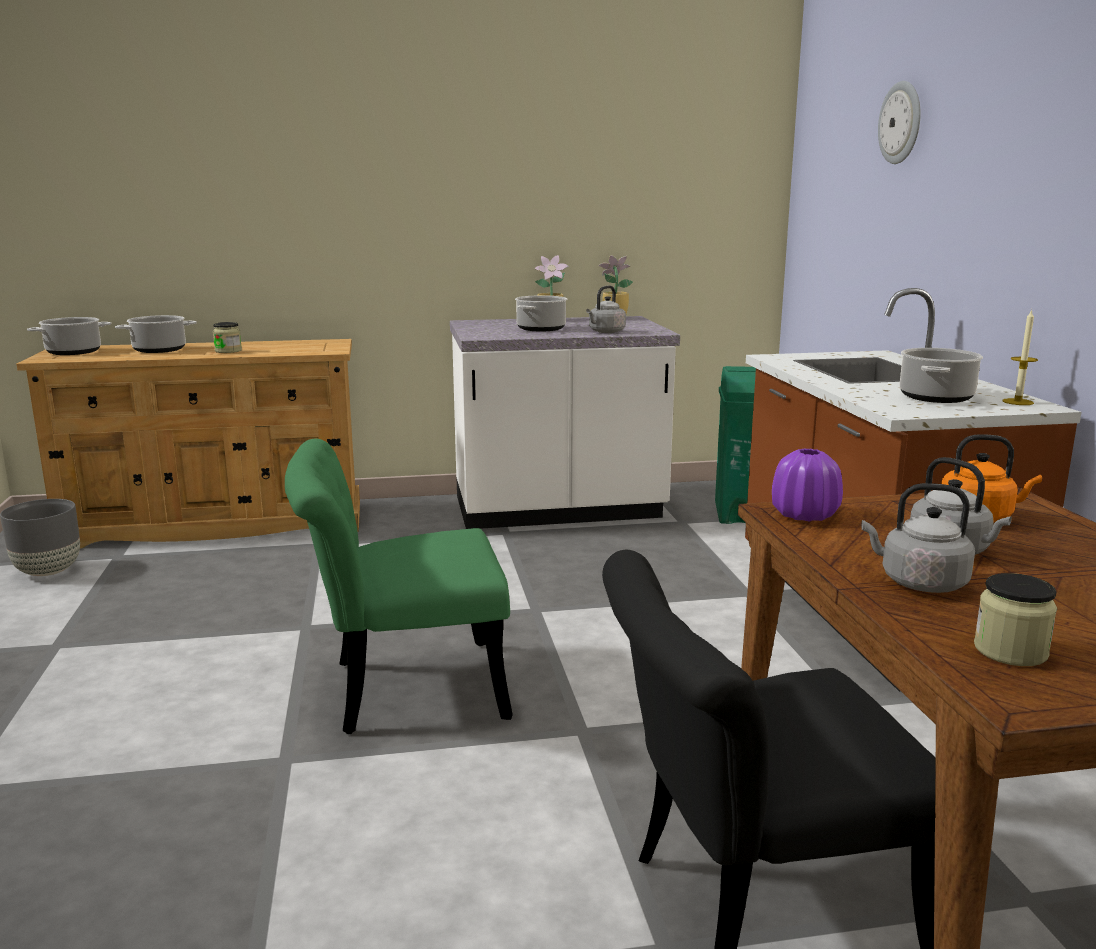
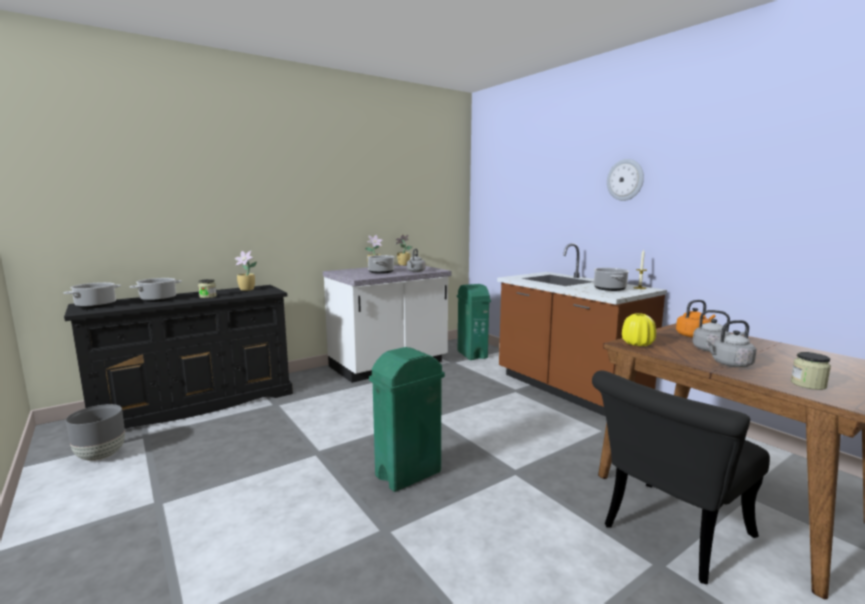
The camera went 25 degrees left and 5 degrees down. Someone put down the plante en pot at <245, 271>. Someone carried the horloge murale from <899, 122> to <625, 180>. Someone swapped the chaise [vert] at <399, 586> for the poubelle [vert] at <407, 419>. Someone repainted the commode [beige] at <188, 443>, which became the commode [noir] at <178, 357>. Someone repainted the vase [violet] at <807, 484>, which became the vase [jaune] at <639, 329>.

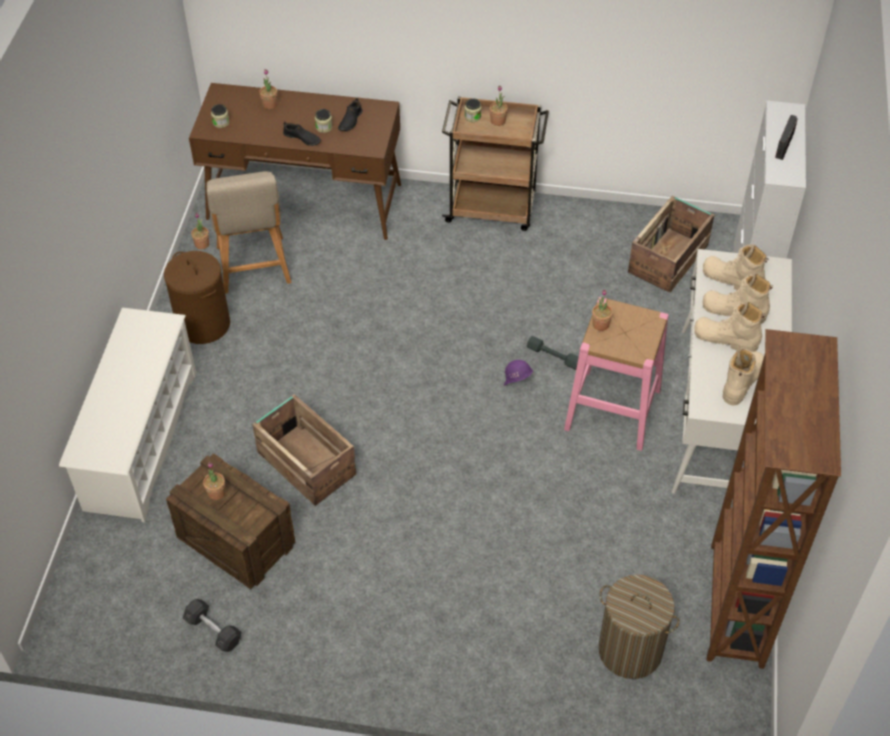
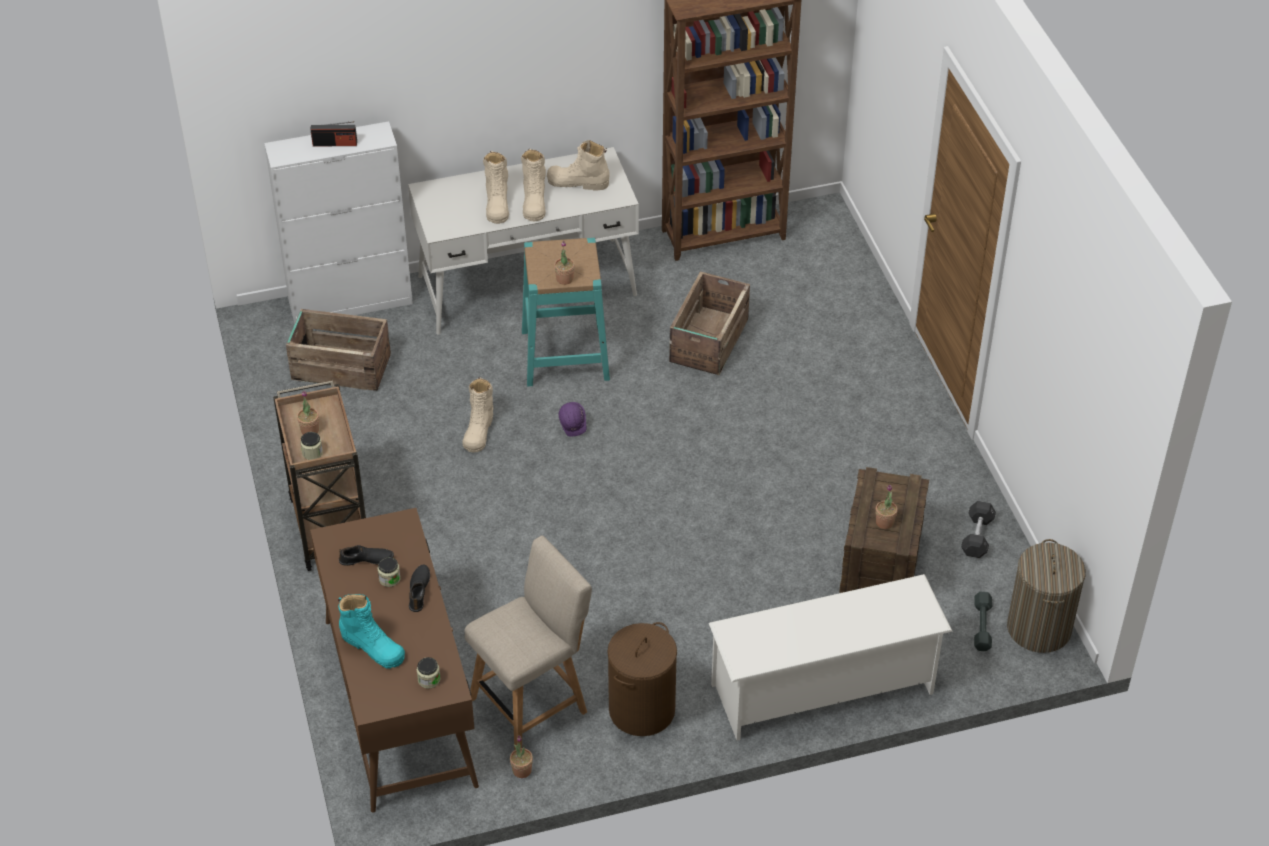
The camera went 115 degrees left and 5 degrees down. Someone carried the caisse from <304, 450> to <709, 323>. Someone carried the haltère [gris] from <553, 353> to <983, 621>. Someone carried the panier à linge from <639, 627> to <1046, 596>. Someone carried the botte [beige] from <735, 267> to <478, 415>. Someone swapped the plante en pot at <268, 89> for the botte [turquoise] at <371, 631>. Someone repainted the tabouret [rose] at <616, 374>, which became the tabouret [turquoise] at <566, 312>.

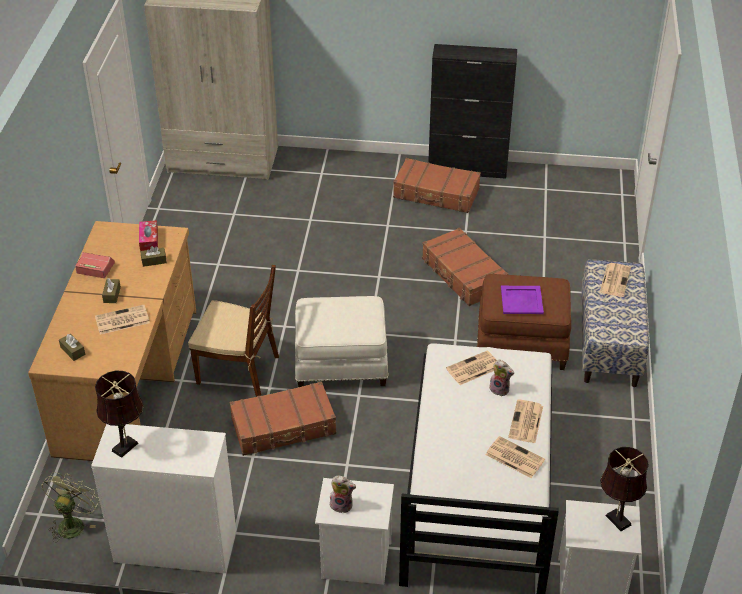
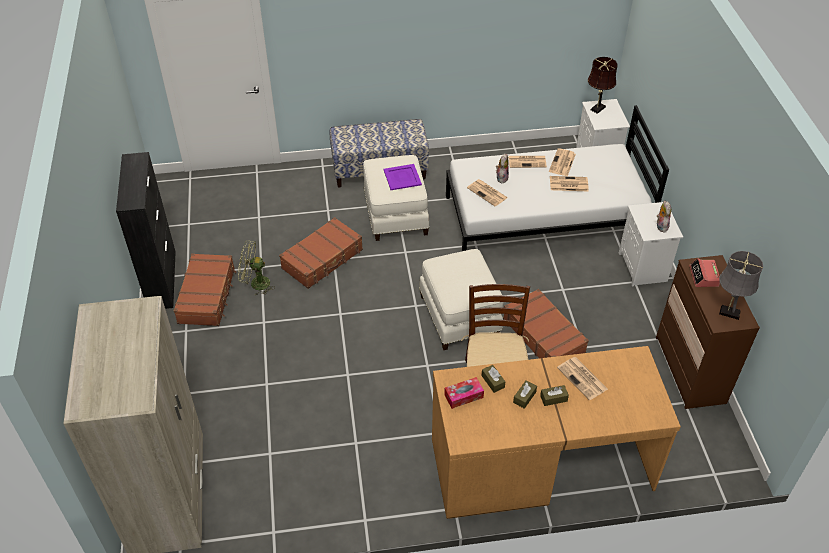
The camera went 105 degrees left and 5 degrees up. Someone carried the ventilateur [vert] from <70, 507> to <256, 268>. Someone carried the boîte à mouchoirs [marron] from <72, 347> to <525, 394>. Someone carried the réveil from <95, 265> to <704, 272>. Someone carried the journal from <615, 280> to <569, 184>. Someone repainted the commode [blanc] at <163, 498>, which became the commode [marron] at <708, 332>. Someone repainted the lampe de table [marron] at <119, 414>, which became the lampe de table [gris] at <741, 285>. Someone repainted the pouf [marron] at <524, 322>, which became the pouf [blanc] at <396, 198>.

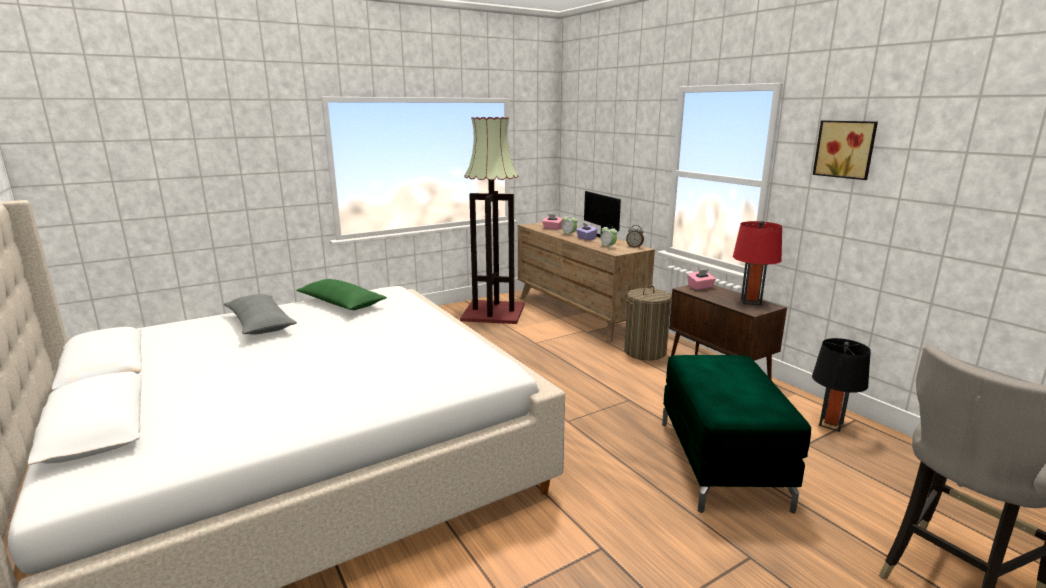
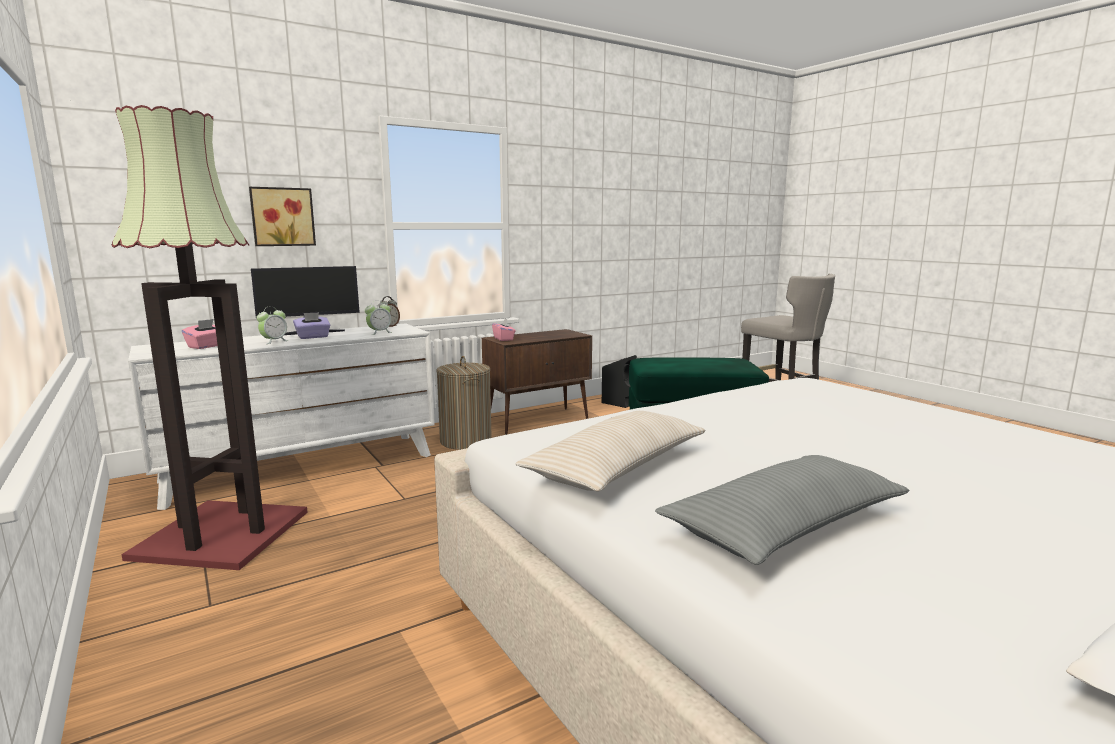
The camera went 90 degrees left and 5 degrees down. Someone took away the lampe de table [rouge] at <757, 263>. Someone carried the tableau from <845, 150> to <282, 216>. Someone swapped the lampe de table [noir] at <841, 385> for the enceinte [noir] at <619, 381>. Someone repainted the coussin [vert] at <341, 294>, which became the coussin [beige] at <610, 451>. Someone repainted the commode [marron] at <586, 282>, which became the commode [blanc] at <281, 416>.

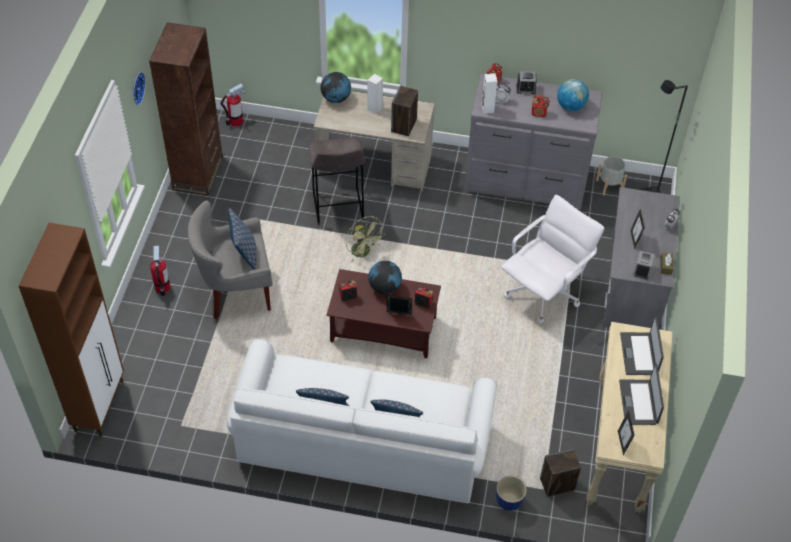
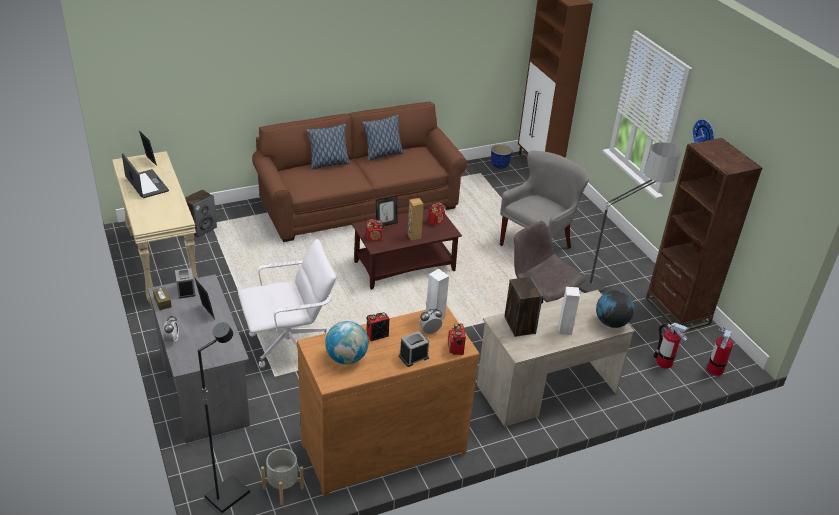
The camera went 145 degrees right and 15 degrees down. Someone took away the coussin at <242, 239>. Someone took away the ventilateur [vert] at <365, 239>. Someone took away the ordinateur portable at <642, 345>. Someone put down the lampadaire at <630, 217>. Someone carried the extincteur from <160, 271> to <671, 345>. Someone carried the cache-pot from <511, 493> to <501, 156>. Someone swapped the globe at <385, 277> for the enceinte [marron] at <415, 219>. Someone repainted the canapé [blanc] at <361, 420>, which became the canapé [marron] at <360, 172>. Someone repainted the commode [gris] at <533, 142>, which became the commode [marron] at <388, 401>. Someone rotated the chaise de bureau [blanc] at <552, 259> by 120 degrees counterclockwise.

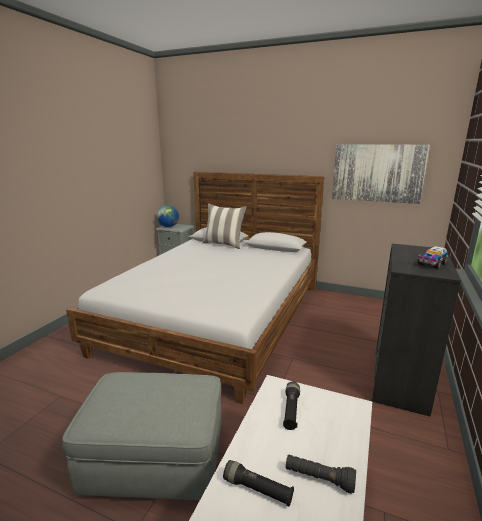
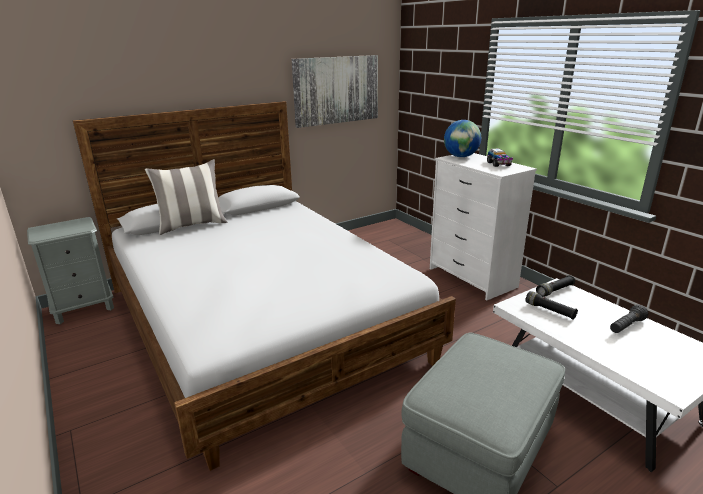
The camera went 55 degrees left and 5 degrees up. Someone carried the globe from <168, 216> to <462, 138>. Someone carried the lampe de poche [noir] from <258, 483> to <555, 286>. Someone repainted the commode [noir] at <416, 330>, which became the commode [blanc] at <483, 227>.

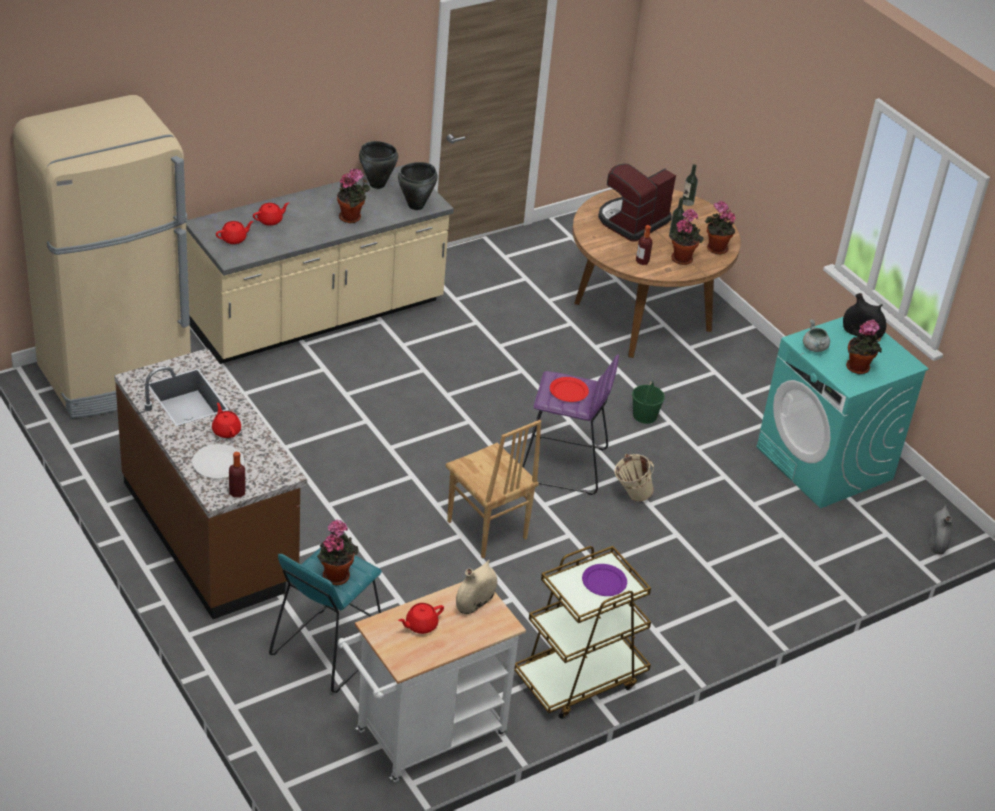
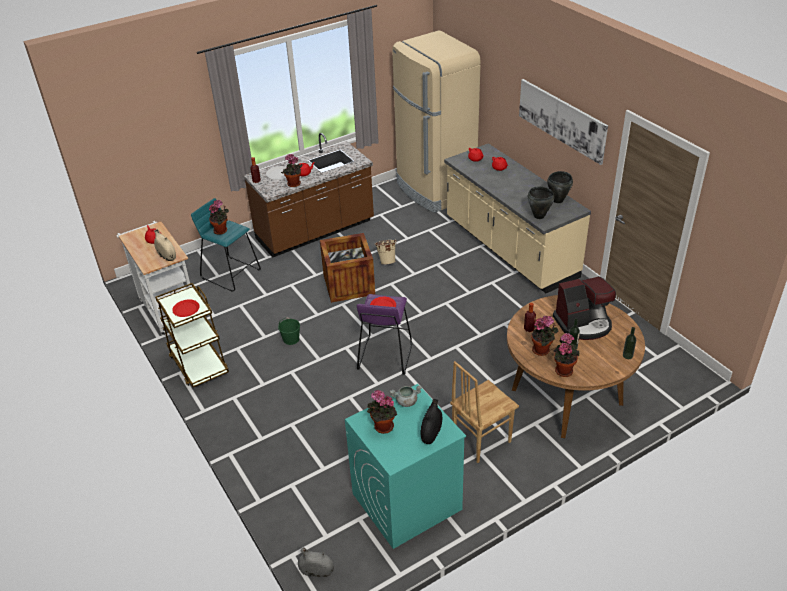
The camera went 95 degrees right and 0 degrees up. Someone put down the caisse at <347, 268>. Someone put up the tableau at <563, 122>. Someone carried the plante en pot from <353, 196> to <292, 170>. Someone carried the chaise [marron] from <493, 489> to <484, 412>. Someone carried the seau [beige] from <634, 478> to <386, 252>. Someone carried the seau [vert] from <648, 402> to <289, 331>. Someone repainted the assiette [violet] at <604, 580>, which became the assiette [rouge] at <186, 308>. Someone rotated the machine à café at <637, 203> by 120 degrees clockwise.

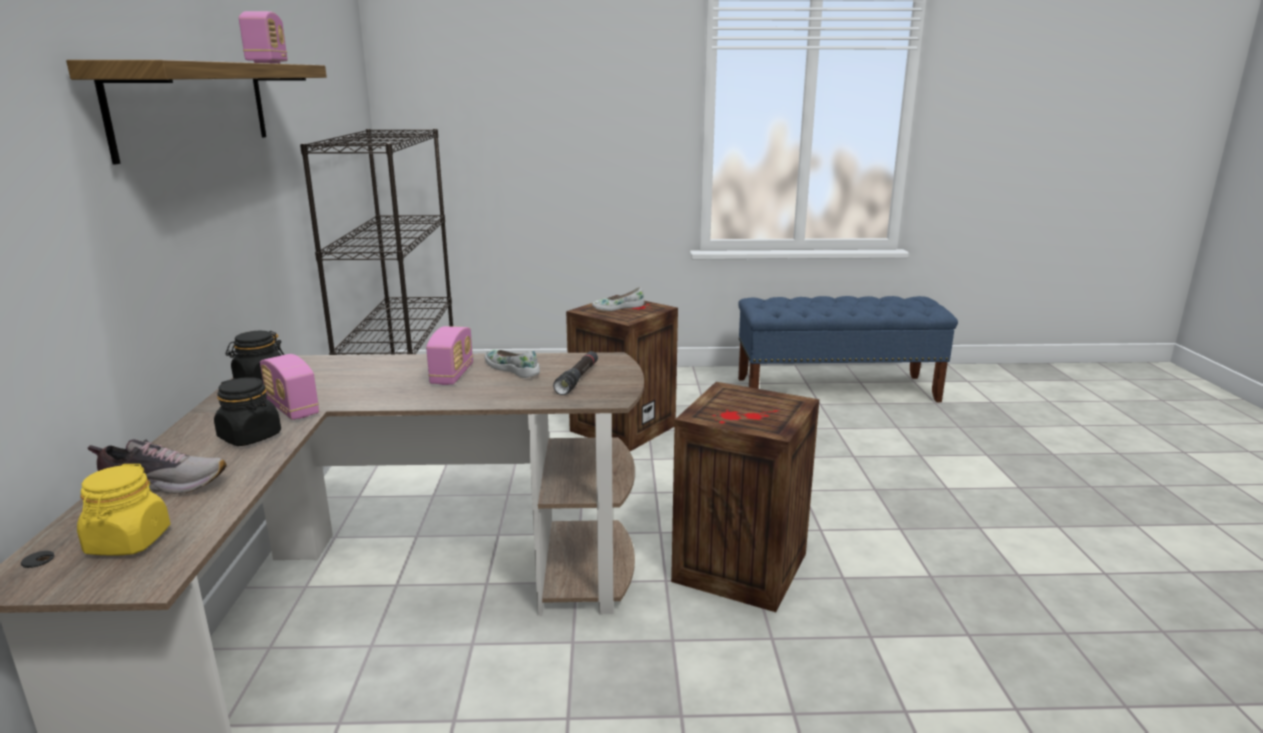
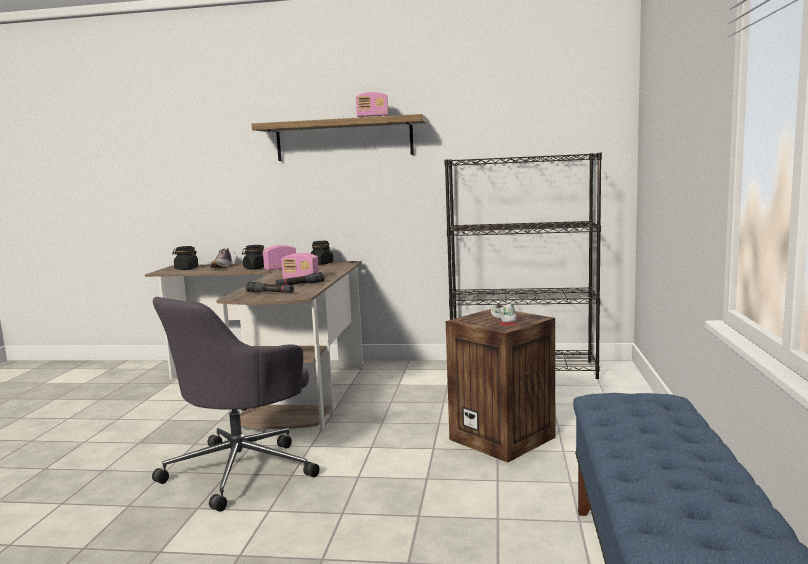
The camera went 100 degrees right and 10 degrees down. Someone swapped the chaussure [blanc] at <512, 364> for the lampe de poche [noir] at <300, 278>. Someone swapped the caisse at <745, 497> for the chaise de bureau [gris] at <236, 404>. Someone repainted the bocal [jaune] at <123, 510>, which became the bocal [noir] at <185, 258>.

